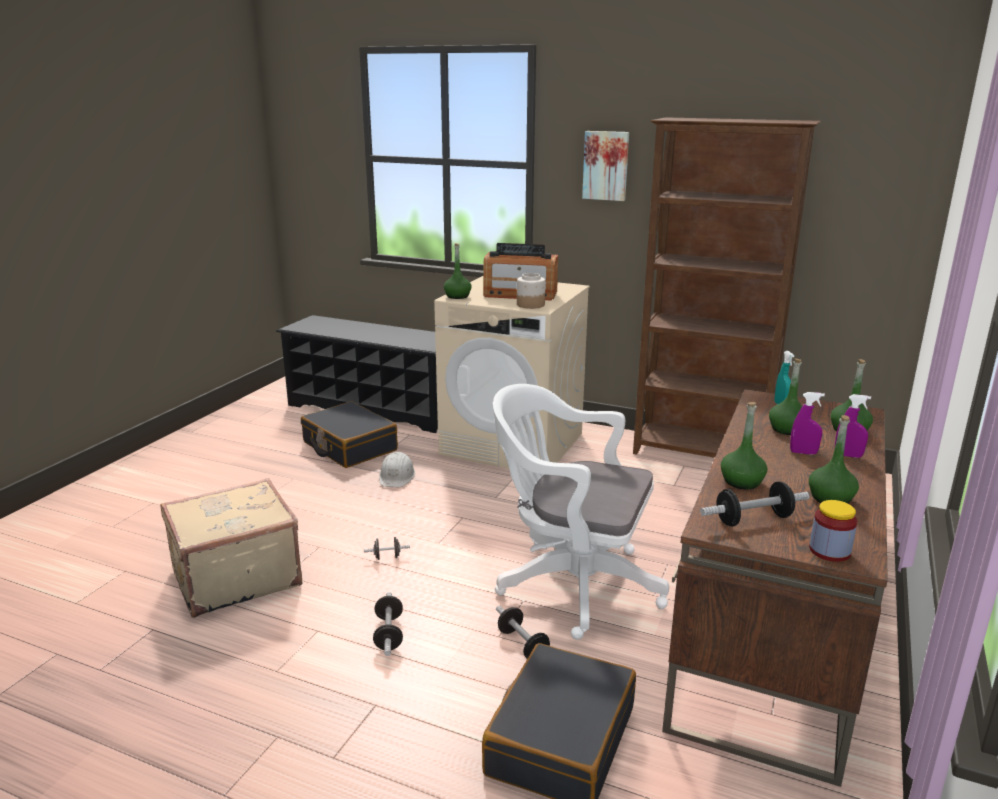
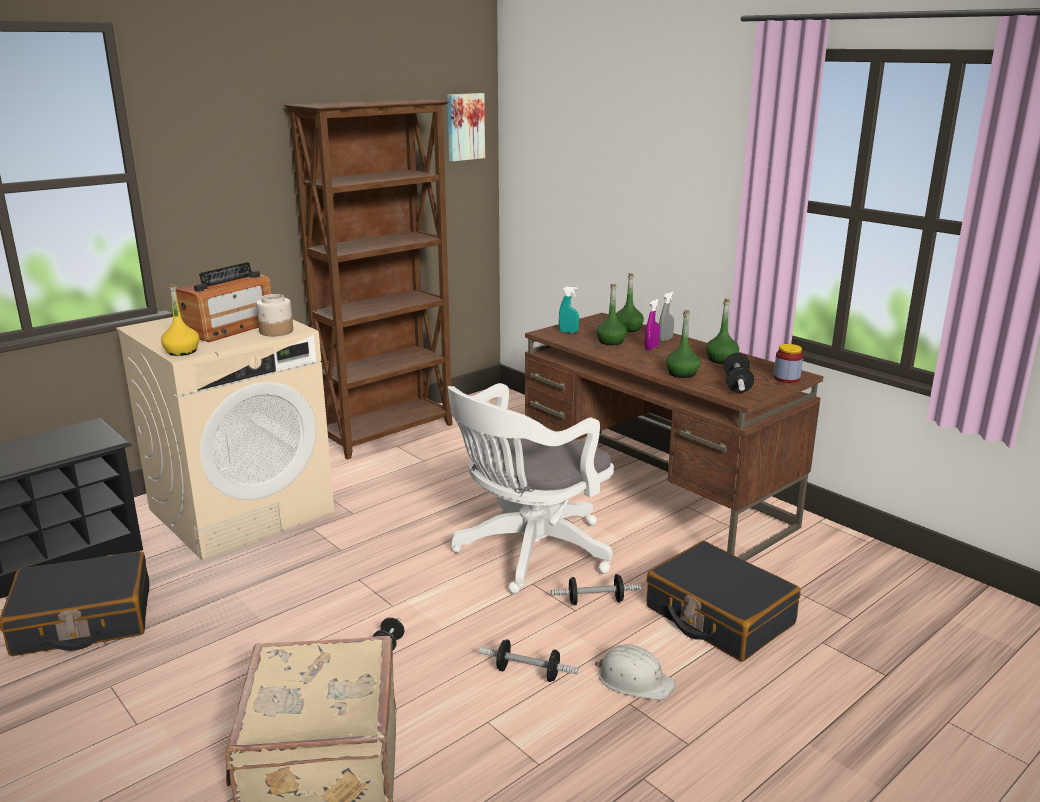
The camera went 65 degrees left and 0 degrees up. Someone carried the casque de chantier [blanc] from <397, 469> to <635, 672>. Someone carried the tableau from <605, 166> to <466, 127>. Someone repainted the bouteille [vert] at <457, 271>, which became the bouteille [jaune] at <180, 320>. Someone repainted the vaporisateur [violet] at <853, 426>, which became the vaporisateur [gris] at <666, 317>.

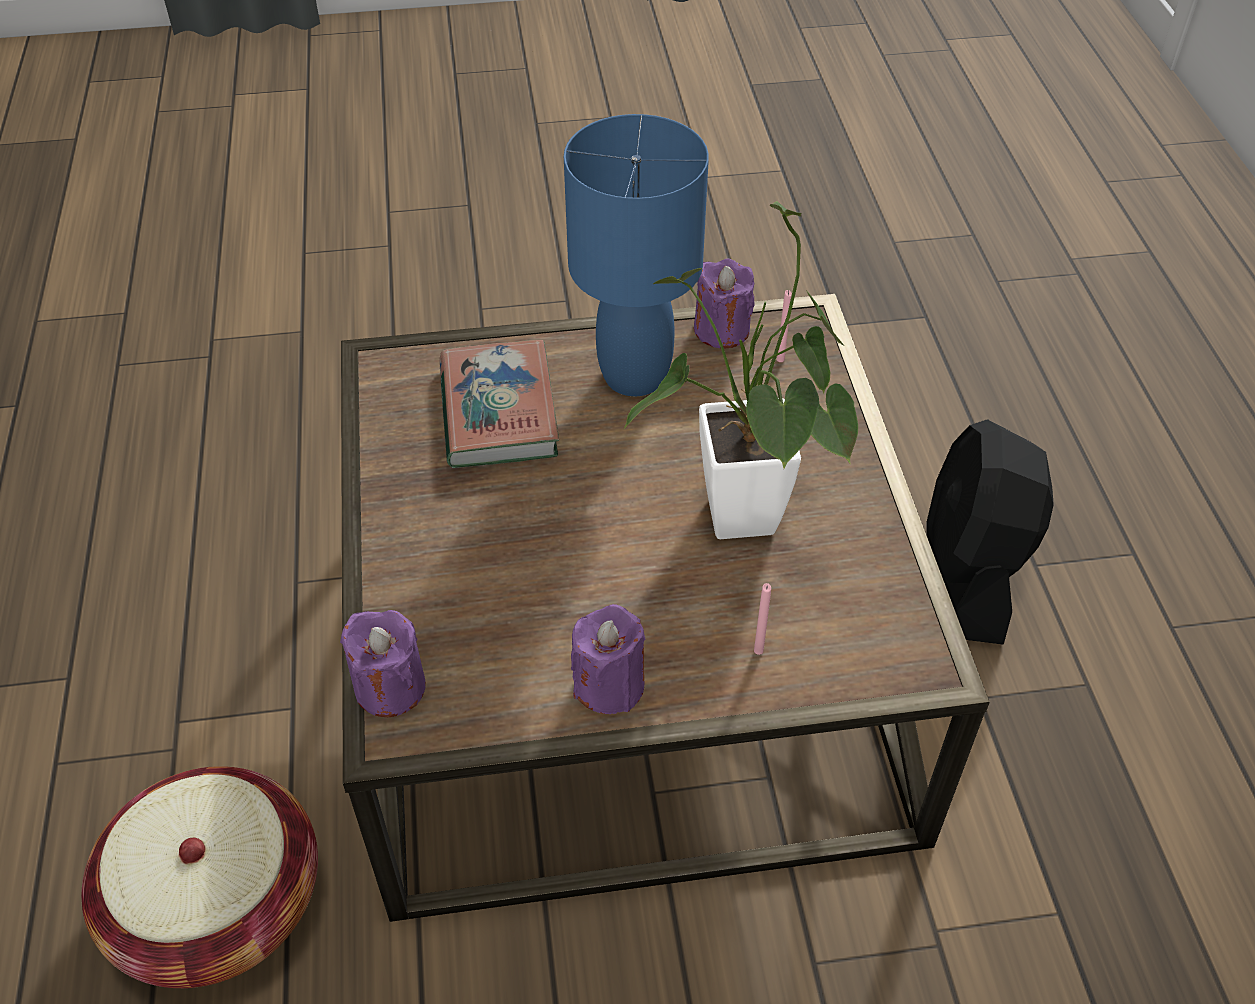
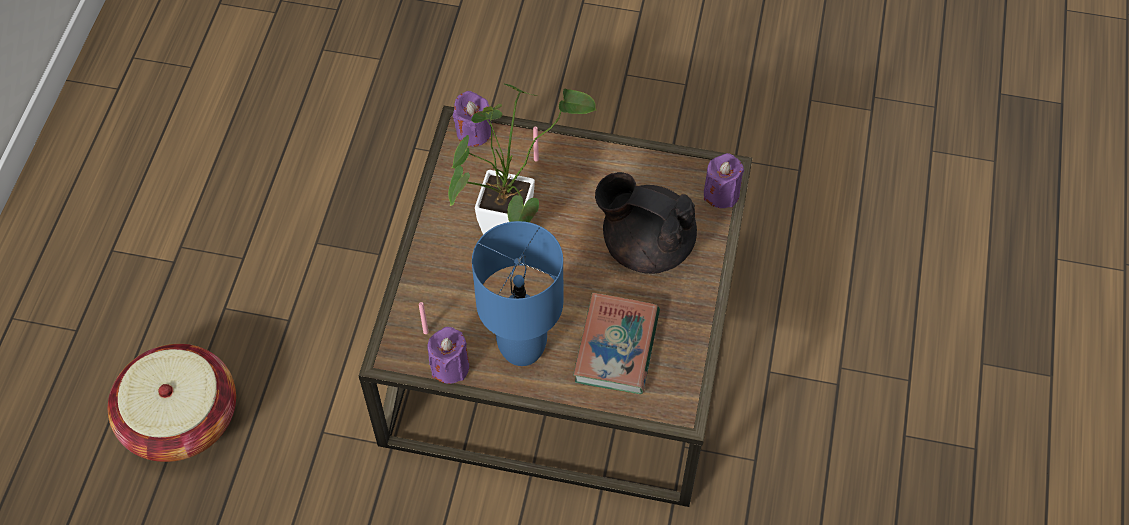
The camera went 160 degrees left and 10 degrees up. Someone took away the ventilateur [noir] at <990, 532>. Someone put down the théière [noir] at <646, 223>. Someone carried the panier from <199, 877> to <172, 403>. Someone carried the bougie [violet] from <608, 659> to <473, 119>.

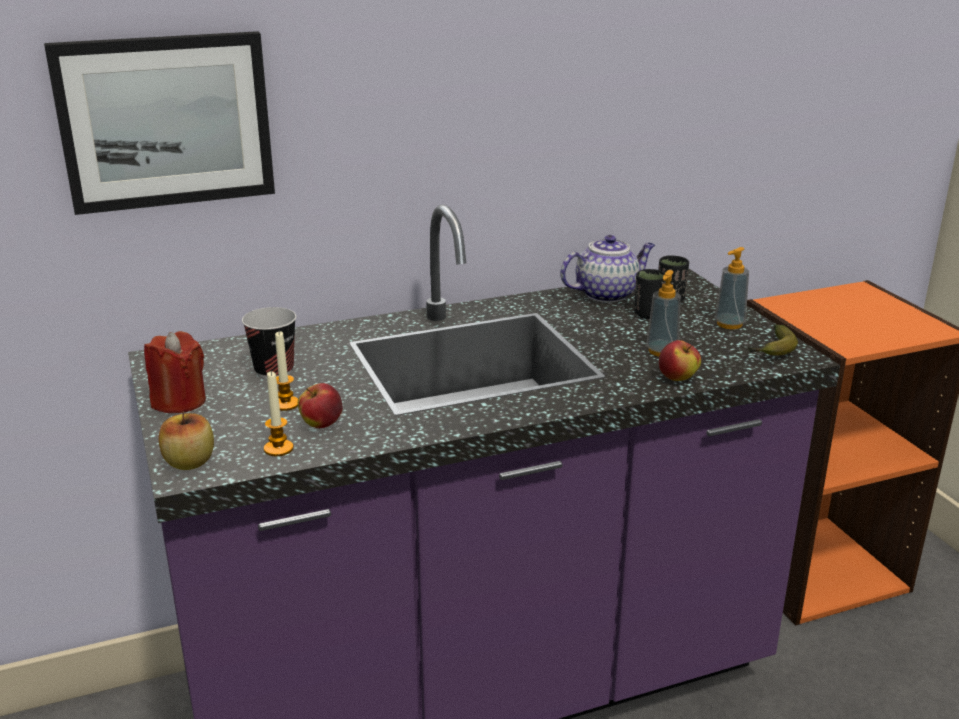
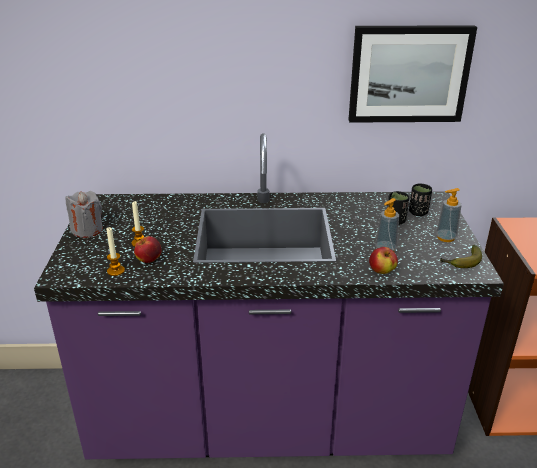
The camera went 20 degrees right and 5 degrees up. Someone took away the pomme at <186, 440>. Someone took away the tasse at <269, 343>. Someone took away the théière at <607, 269>. Someone carried the tableau from <159, 123> to <412, 74>. Someone repainted the bougie [rouge] at <175, 372>, which became the bougie [gris] at <84, 214>.

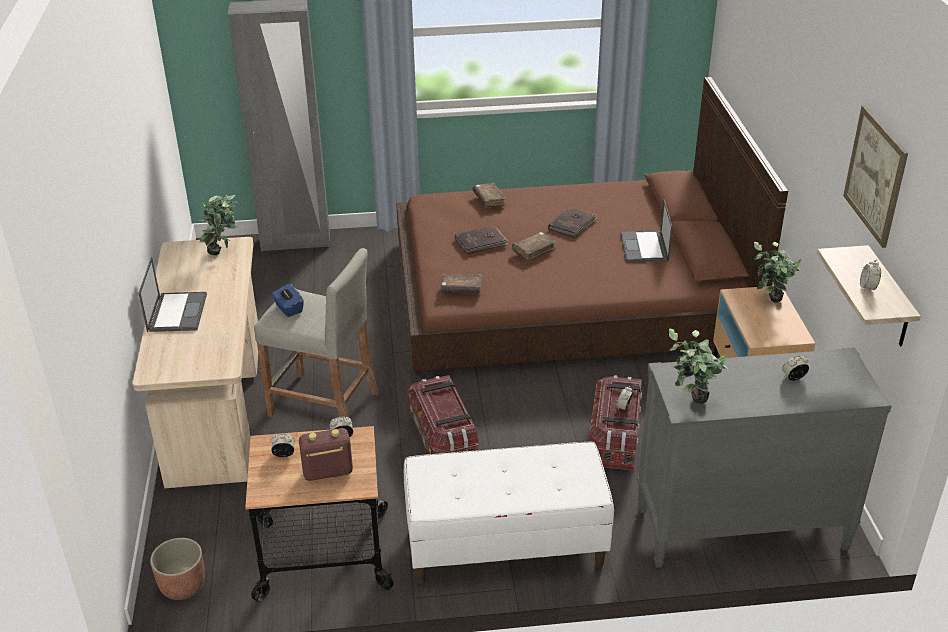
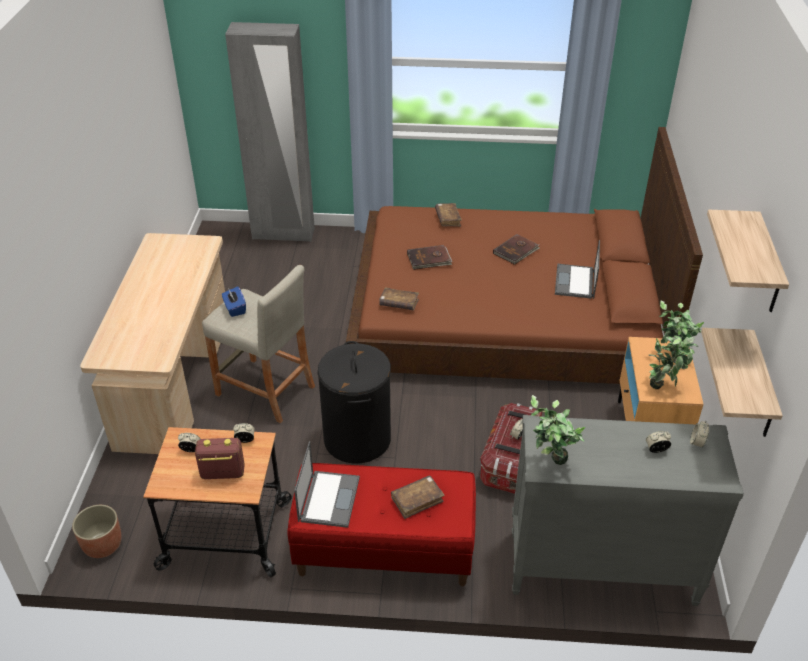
The camera went 10 degrees right and 5 degrees up. Someone carried the ordinateur portable from <173, 294> to <327, 484>. Someone carried the plante en pot from <218, 225> to <673, 362>. Someone carried the livre [marron] from <534, 247> to <418, 497>. Someone carried the réveil from <870, 275> to <699, 434>. Someone swapped the boîte de rangement at <442, 414> for the panier à linge [noir] at <354, 402>. Someone swapped the tableau at <875, 176> for the étagère at <748, 261>. Someone repainted the banc [blanc] at <509, 513>, which became the banc [rouge] at <381, 524>.

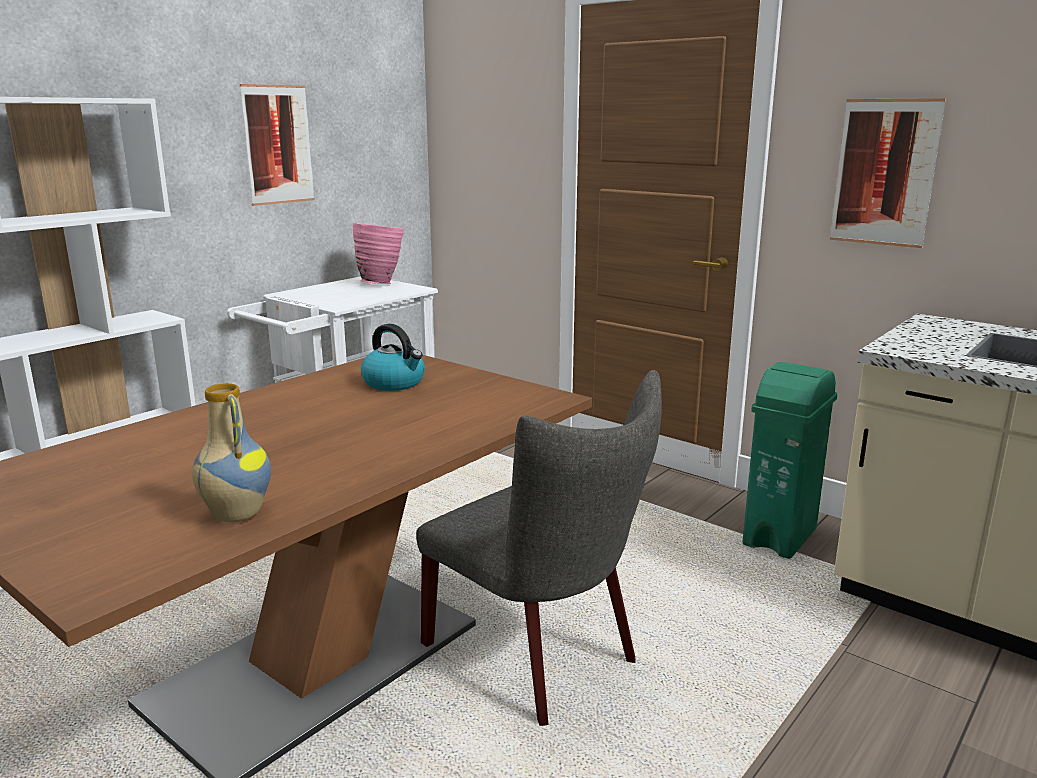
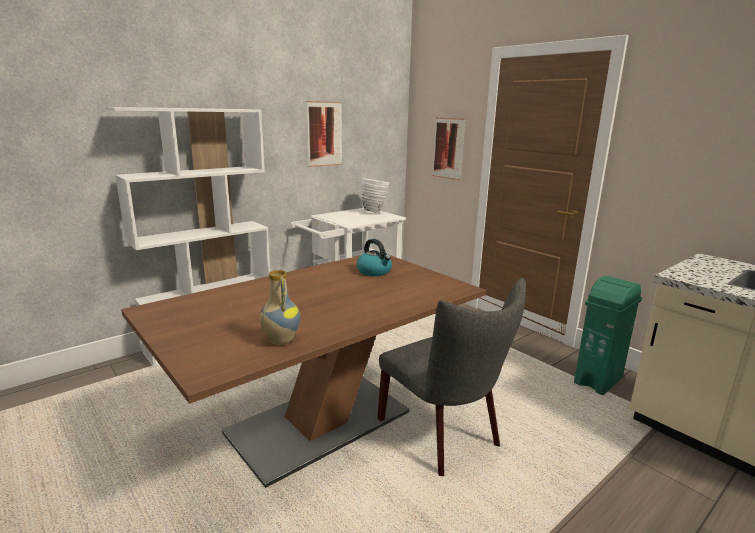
The camera went 10 degrees right and 0 degrees up. Someone carried the tableau from <888, 173> to <449, 149>. Someone repainted the vase [rose] at <378, 253>, which became the vase [blanc] at <375, 195>.

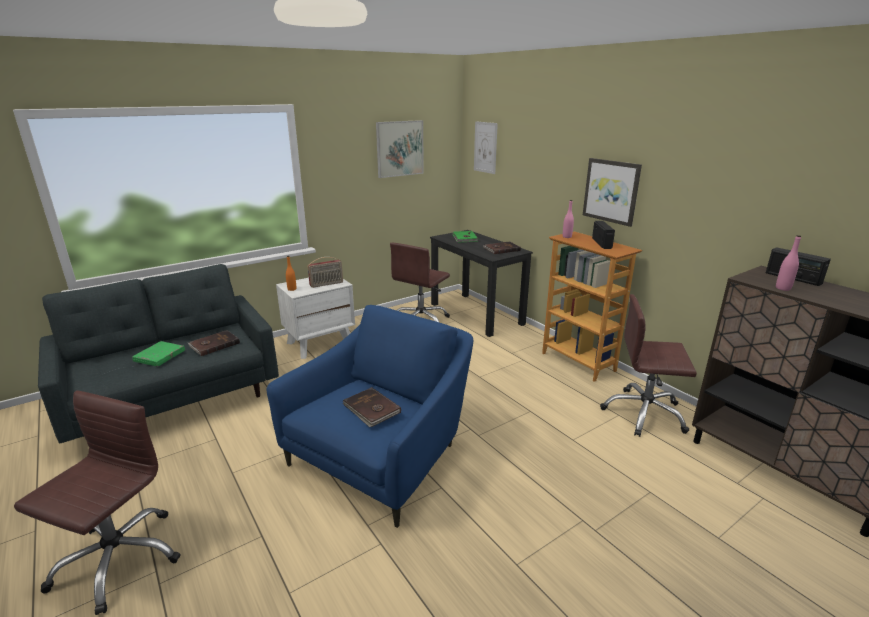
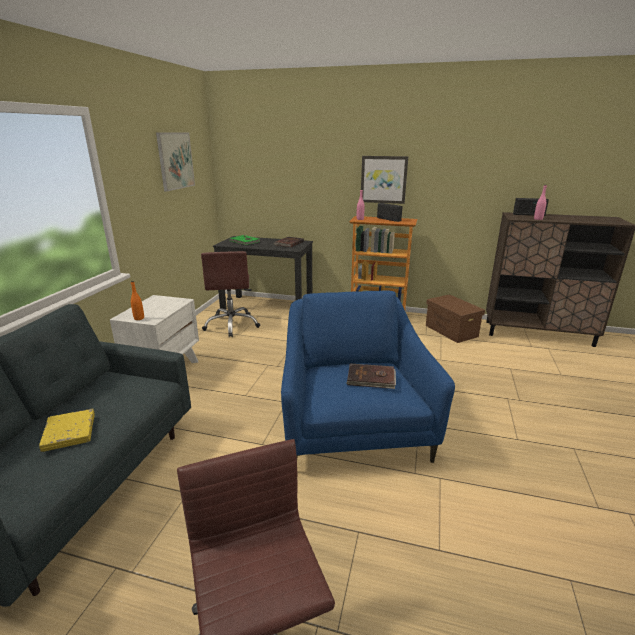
The camera went 40 degrees left and 0 degrees up. Someone took away the livre [marron] at <214, 343>. Someone took away the radio at <325, 272>. Someone took away the tableau at <486, 147>. Someone swapped the chaise de bureau [marron] at <648, 365> for the boîte de rangement [marron] at <455, 318>. Someone repainted the livre [vert] at <158, 353>, which became the livre [jaune] at <67, 430>.

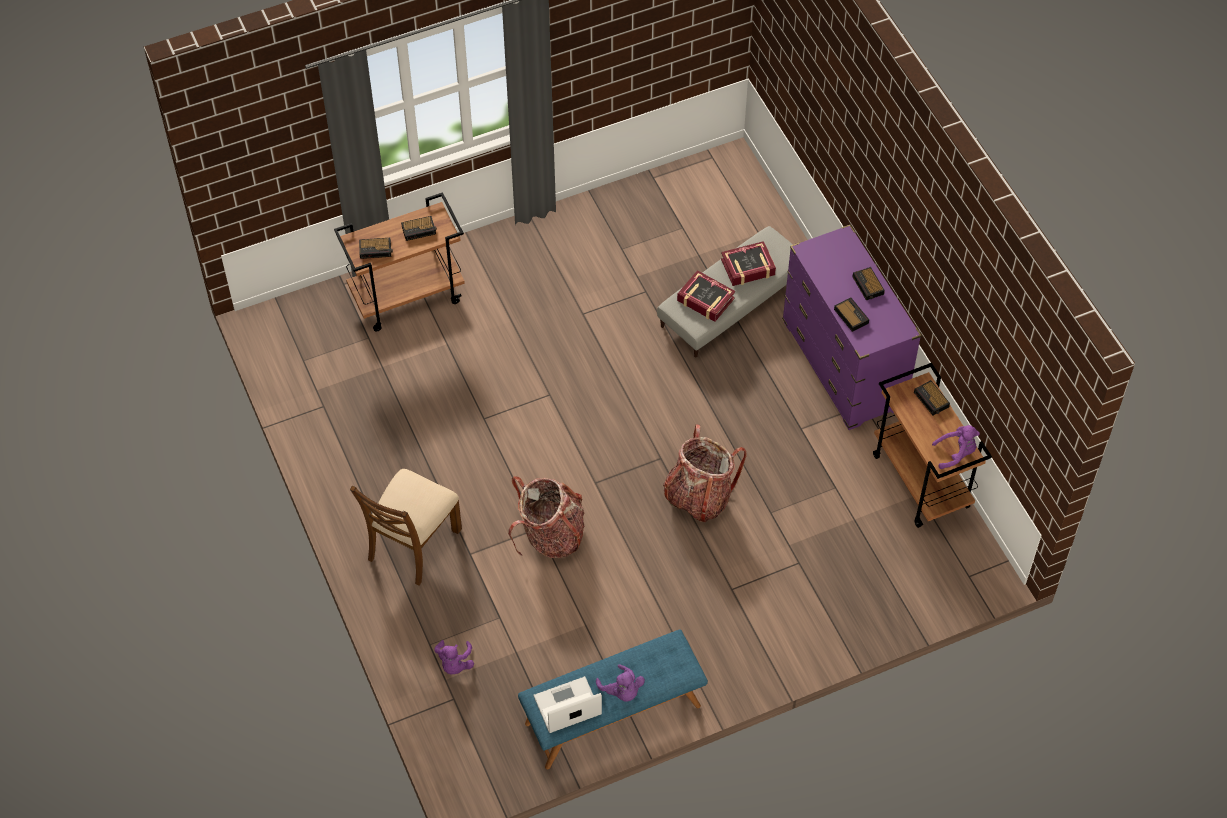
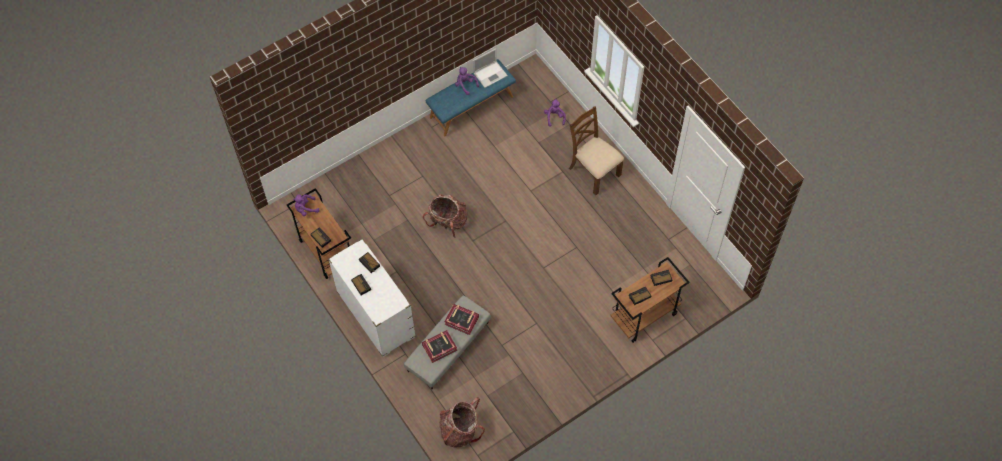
The camera went 170 degrees right and 5 degrees up. Someone carried the sac à dos from <546, 517> to <462, 422>. Someone repainted the commode [violet] at <852, 327>, which became the commode [blanc] at <372, 297>. Someone rotated the chaise [marron] at <406, 527> by 60 degrees counterclockwise.

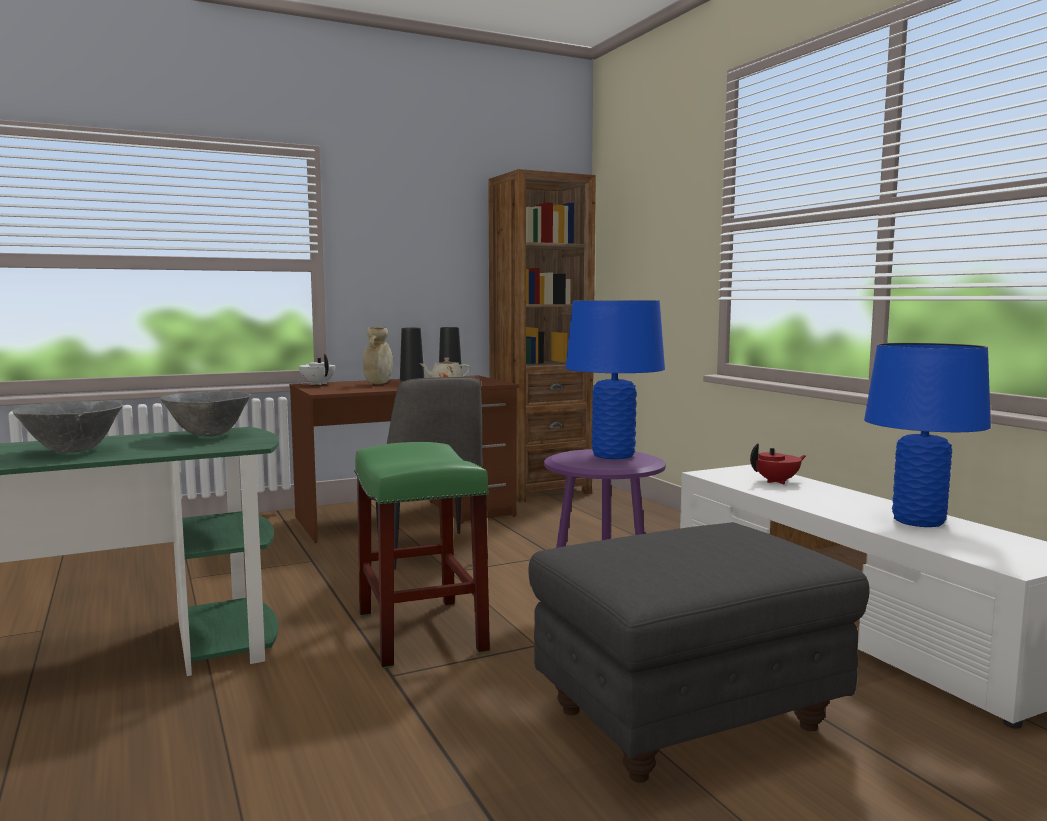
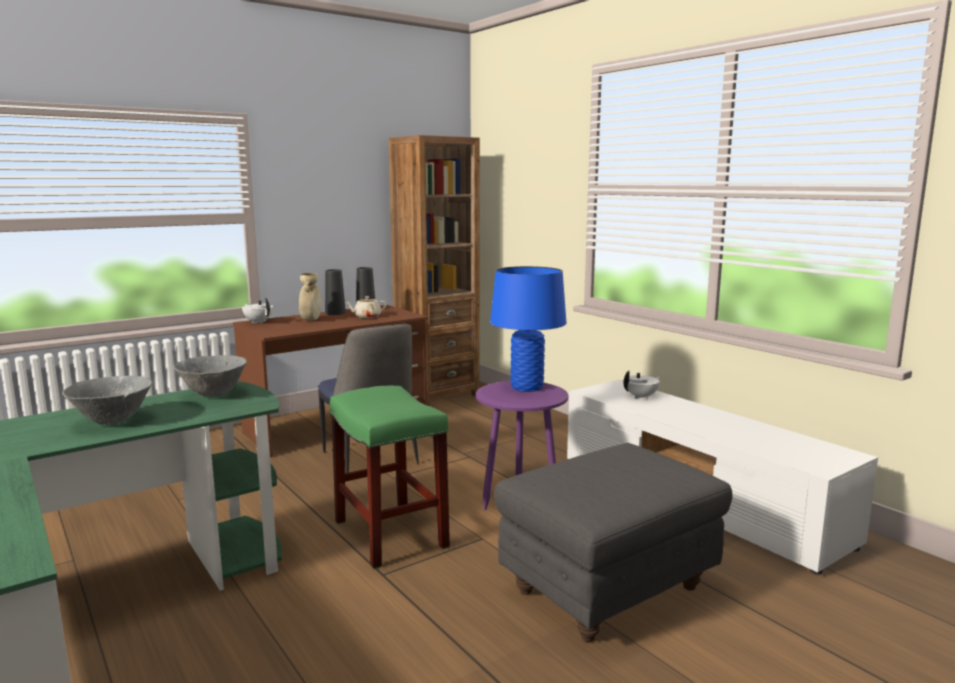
The camera went 10 degrees left and 5 degrees up. Someone took away the lampe de table [bleu] at <927, 435>. Someone repainted the théière [rouge] at <778, 463>, which became the théière [blanc] at <642, 385>.

